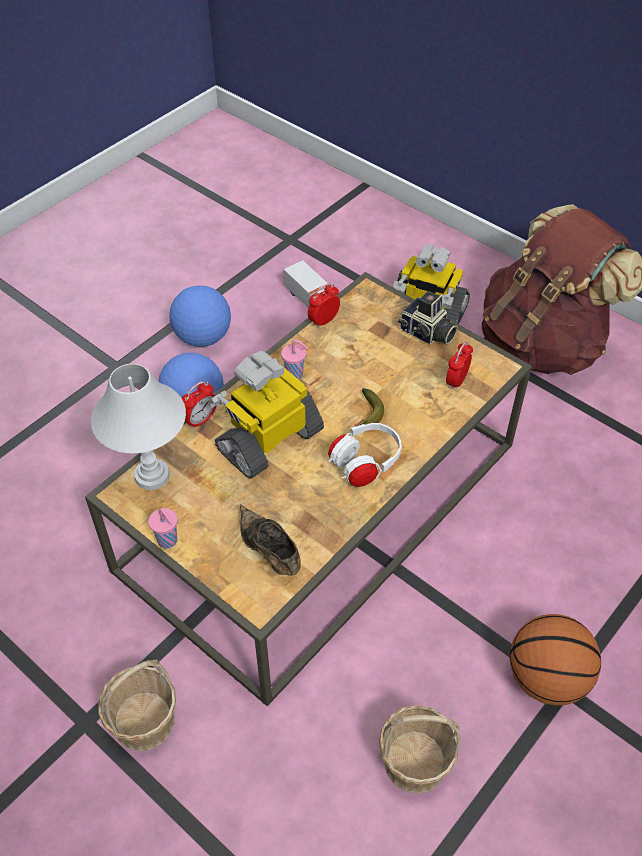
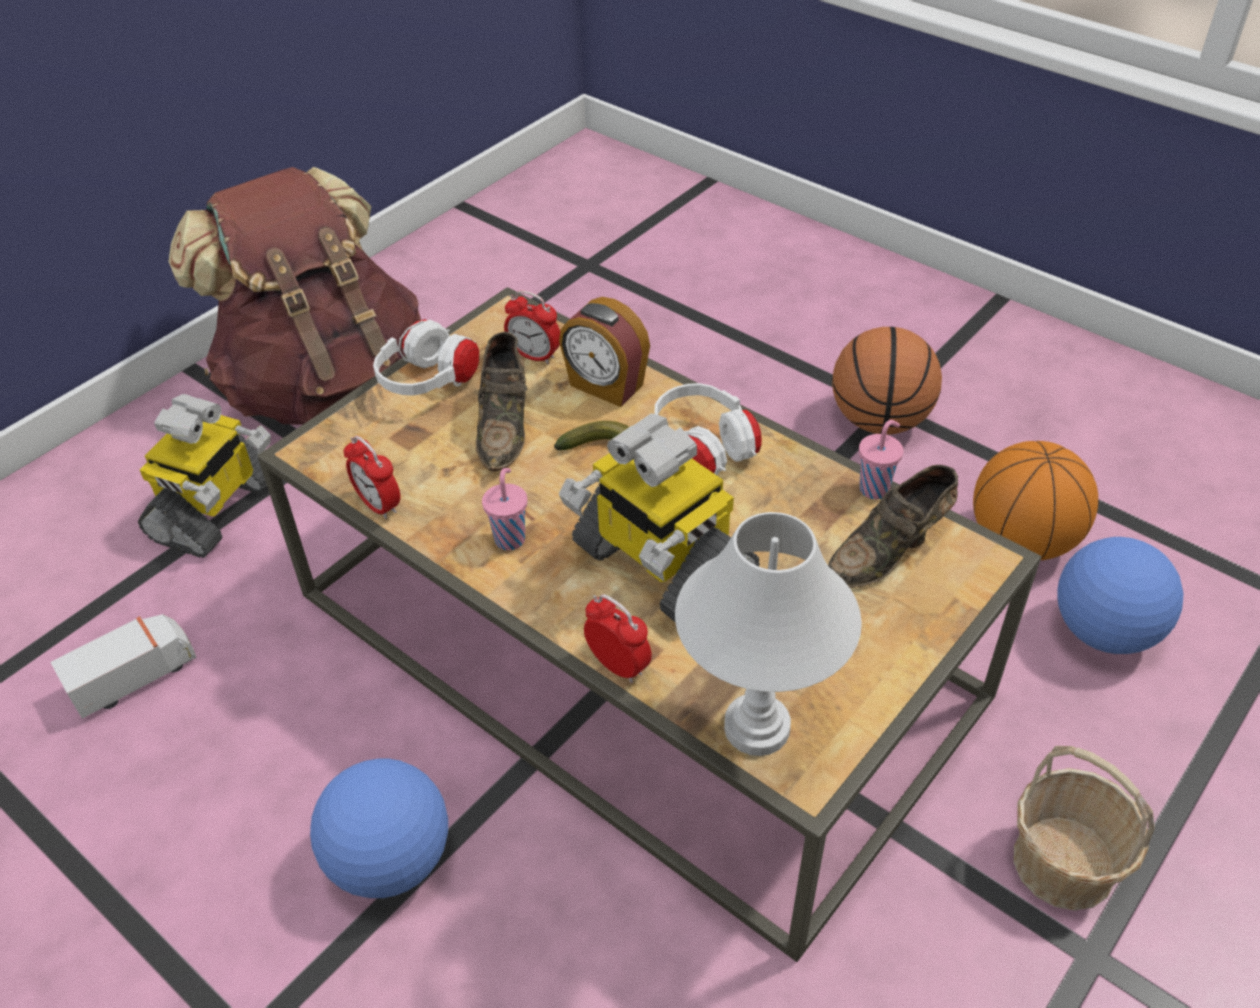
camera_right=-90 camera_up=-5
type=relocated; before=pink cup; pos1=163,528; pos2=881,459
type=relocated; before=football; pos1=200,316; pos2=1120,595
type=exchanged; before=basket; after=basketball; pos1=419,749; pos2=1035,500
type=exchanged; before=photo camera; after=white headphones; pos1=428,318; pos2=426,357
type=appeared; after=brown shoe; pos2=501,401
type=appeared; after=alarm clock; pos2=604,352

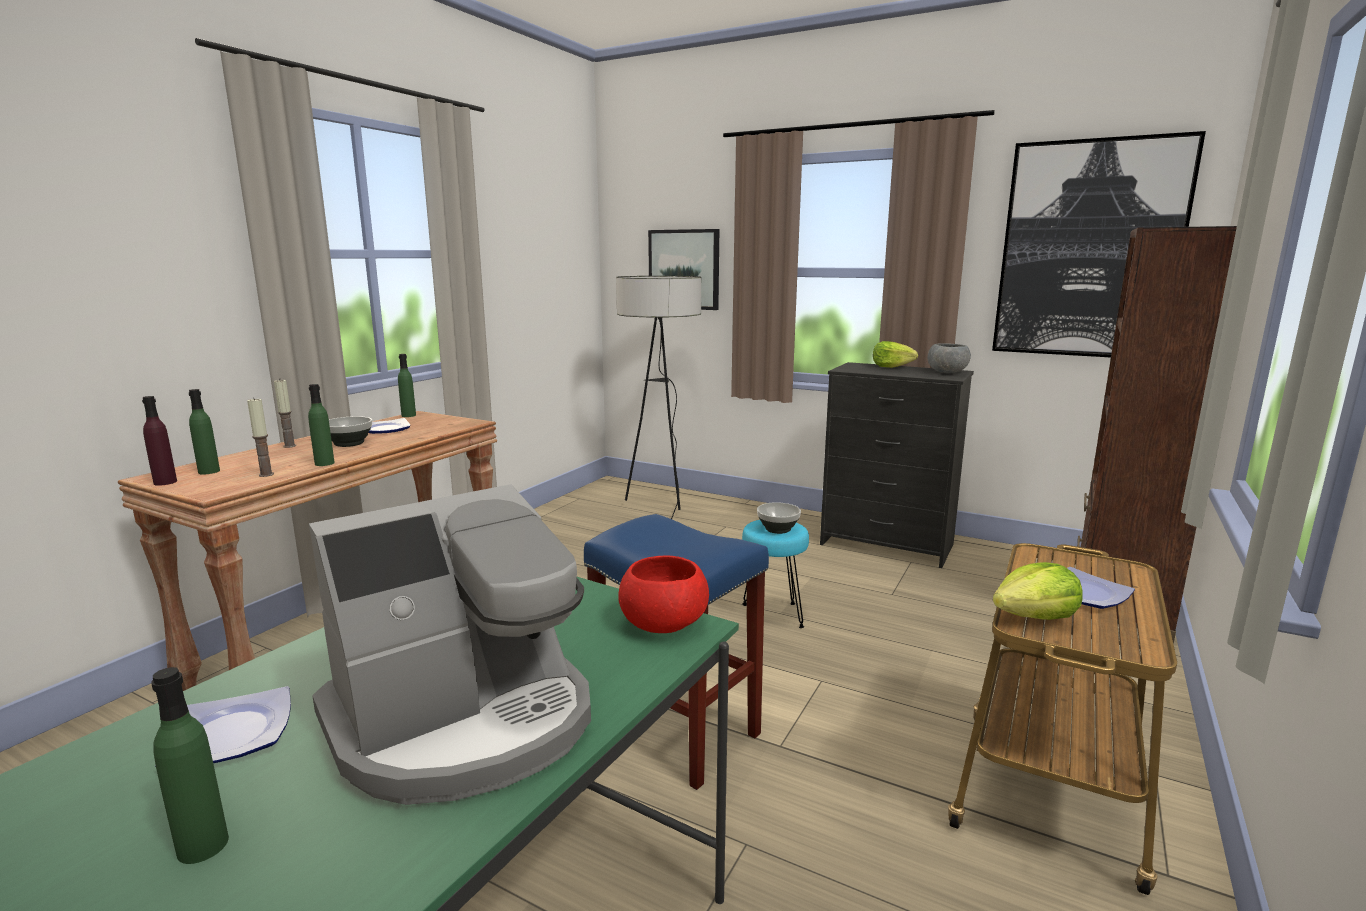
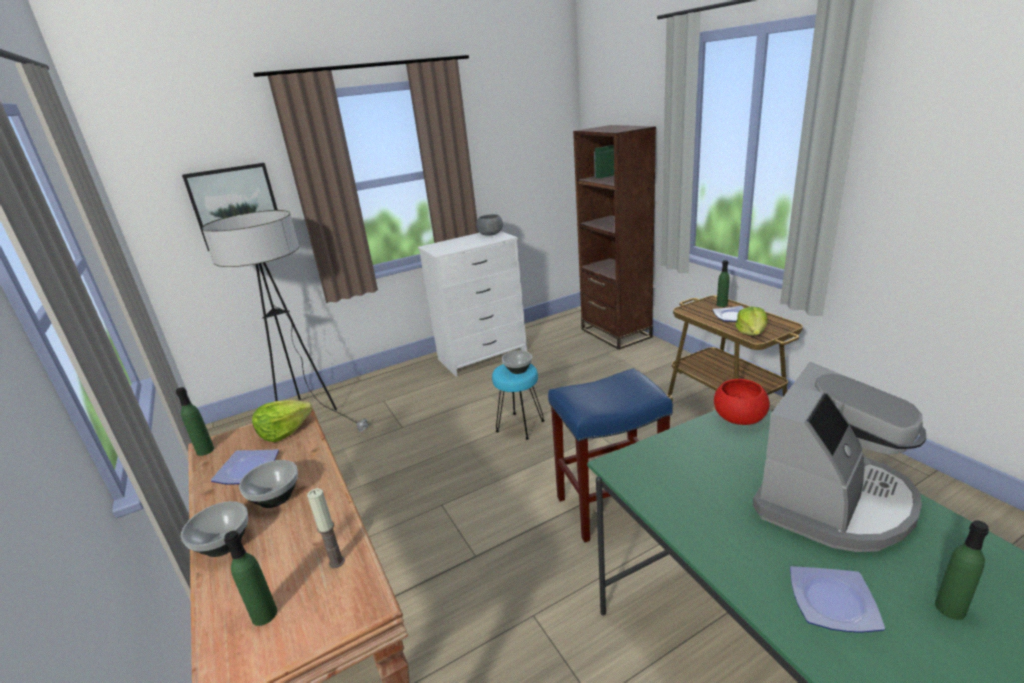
camera_right=-55 camera_up=10
type=missing; before=purple bottle; pos1=159,441
type=exchanged; before=candle; after=bowl; pos1=285,414; pos2=214,529
type=relocated; before=green bottle; pos1=321,425; pos2=723,283
type=spun; before=coffee machine; pos1=450,644; pos2=839,457; turn=45
type=colour; before=black dresser; after=white dresser; pos1=897,465; pos2=472,304
type=relocated; before=lettuce; pos1=895,354; pos2=282,421
type=missing; before=picture; pos1=1099,244

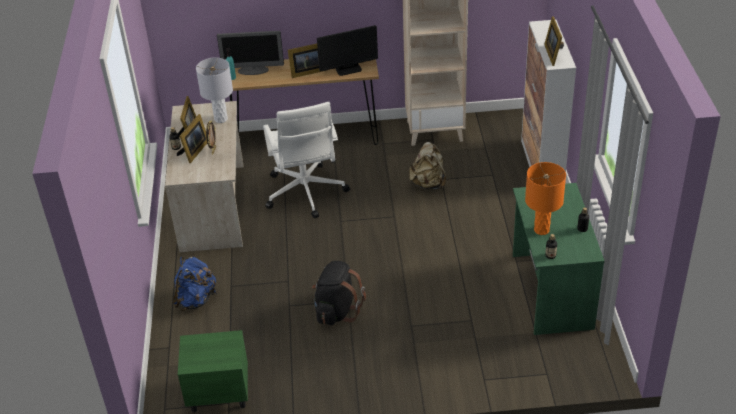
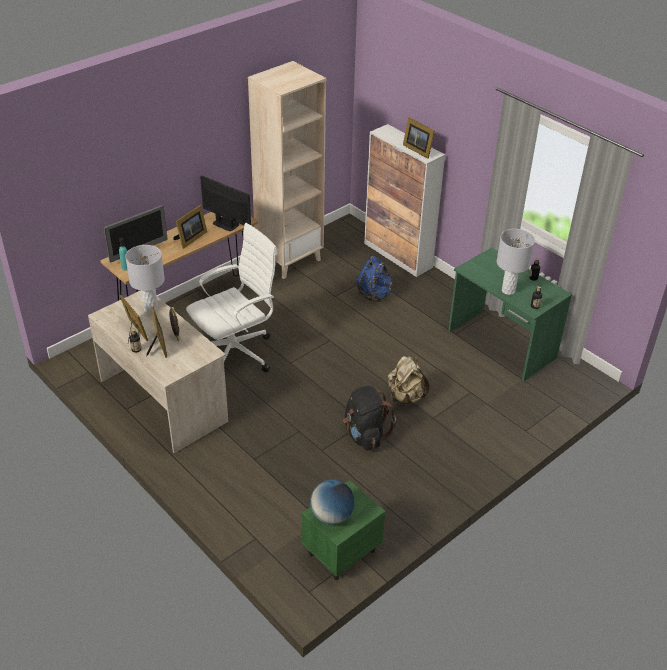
camera_right=-40 camera_up=0
type=relocated; before=blue backpack; pos1=194,284; pos2=373,279
type=spun; before=white office chair; pos1=306,160; pos2=232,297; turn=-75
type=spun; before=monitor; pos1=347,50; pos2=225,203; turn=-90
type=relocated; before=beige backpack; pos1=427,165; pos2=408,380
type=colour; before=orange table lamp; after=grey table lamp; pos1=545,198; pos2=516,262
type=appeared; after=globe; pos2=332,502

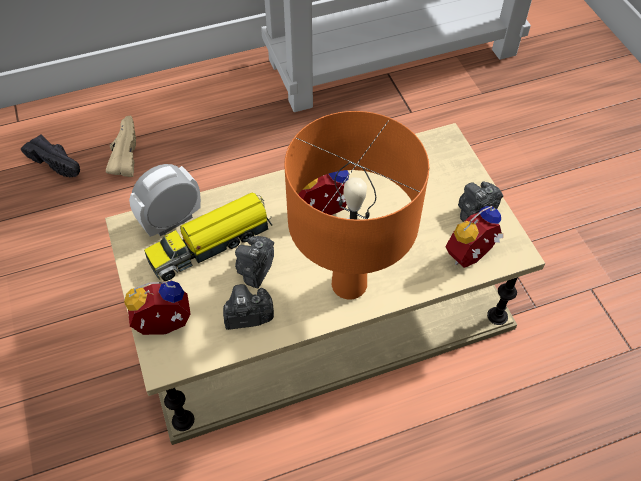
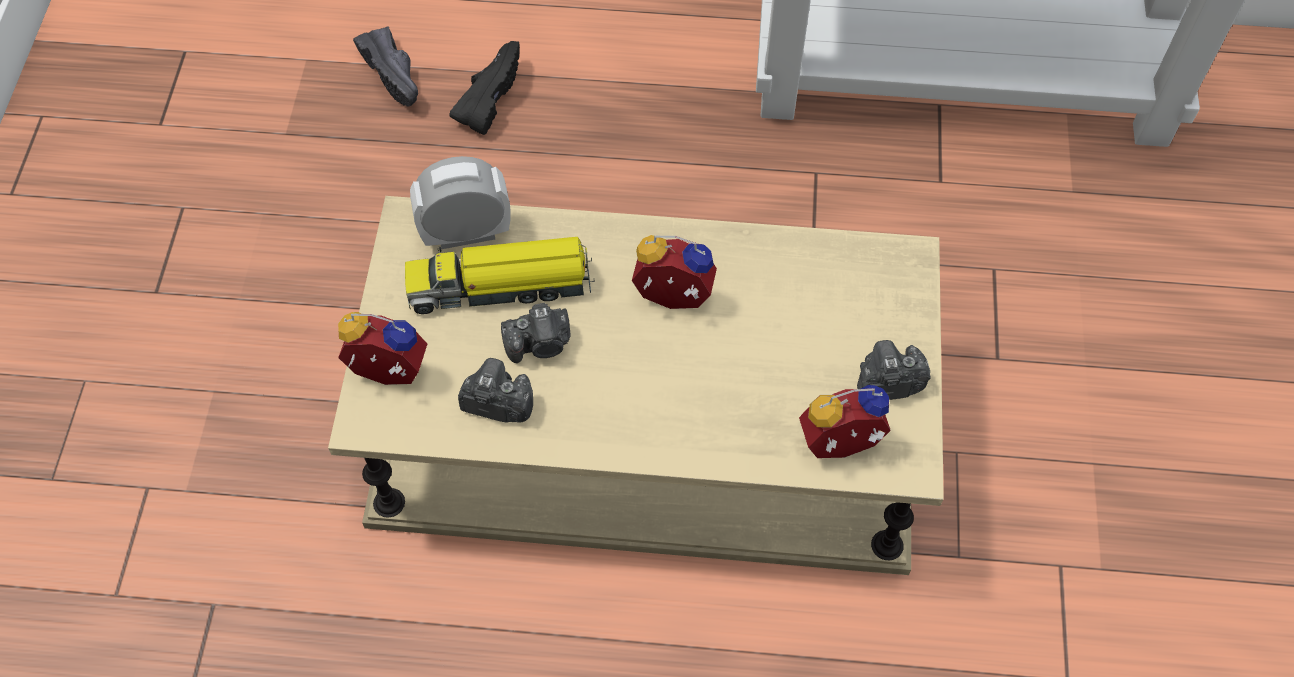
camera_right=25 camera_up=5
type=colour; before=beige shoe; after=black shoe; pos1=121,146; pos2=484,88
type=spun; before=photo camera; pos1=254,262; pos2=536,333; turn=-150
type=missing; before=orange table lamp; pos1=356,205

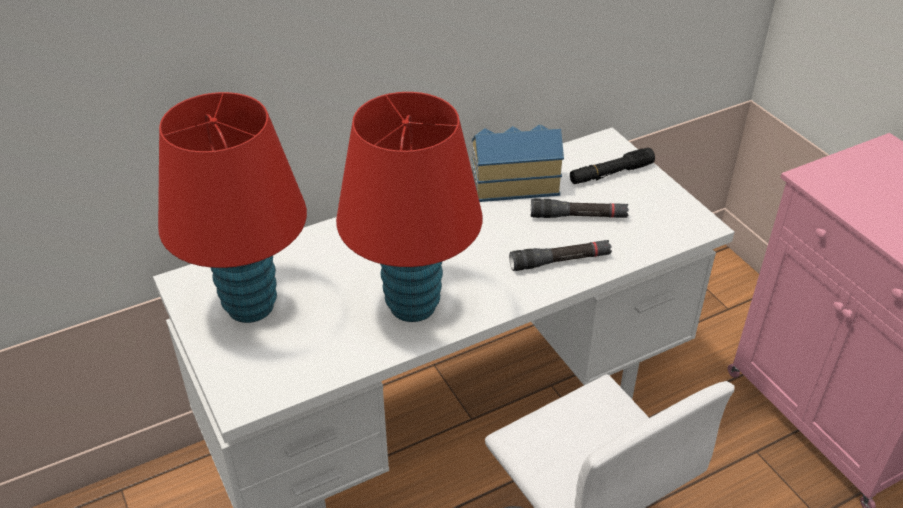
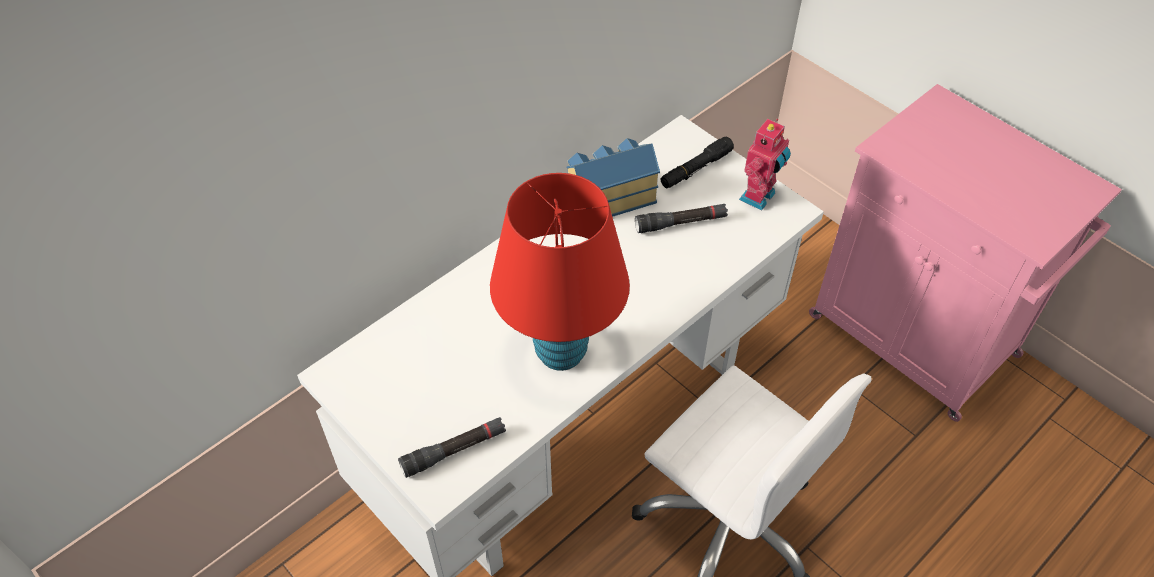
camera_right=-15 camera_up=10
type=missing; before=red table lamp; pos1=232,207
type=relocated; before=black flashlight; pos1=560,255; pos2=452,447
type=appeared; after=toy robot; pos2=765,165

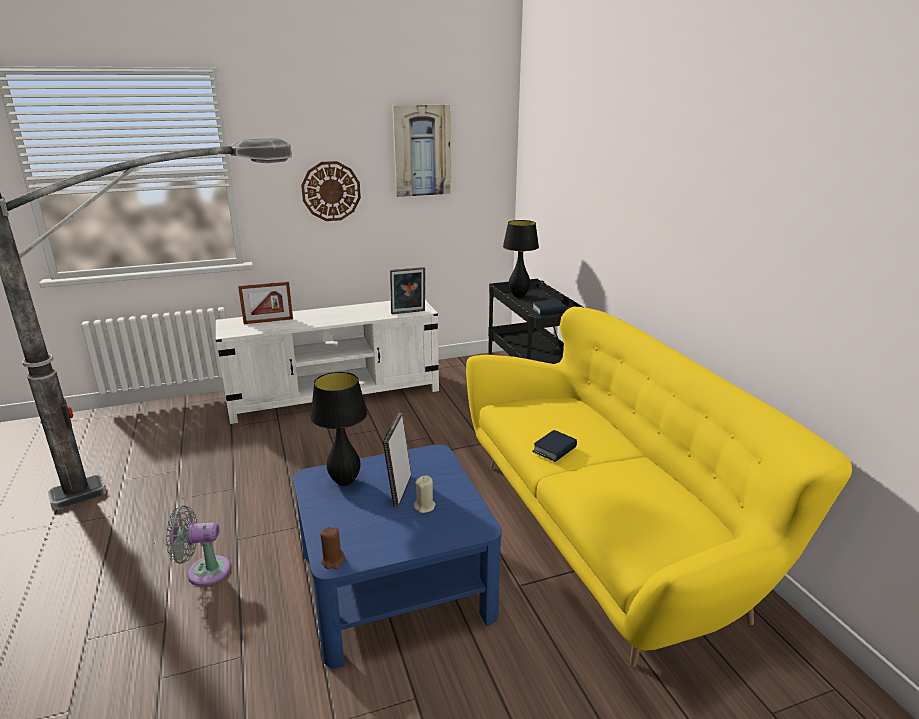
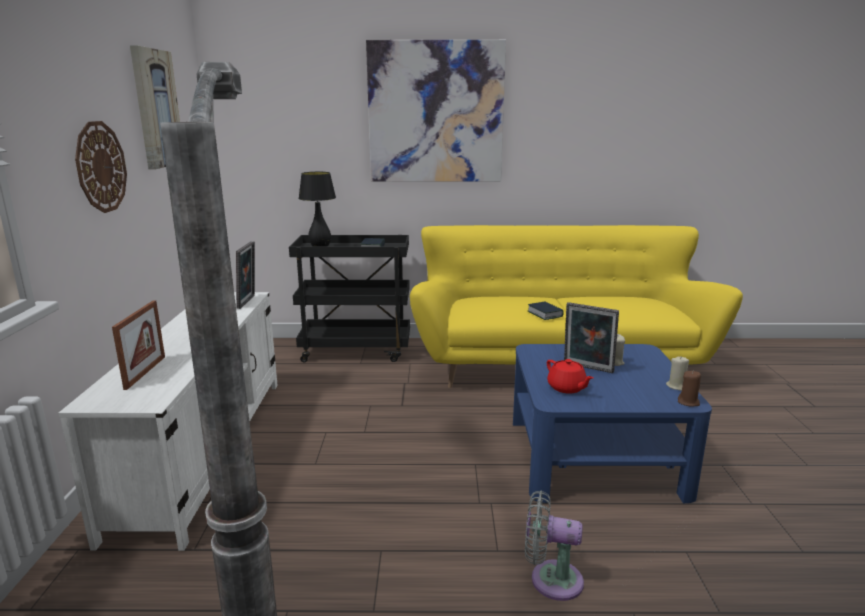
camera_right=-70 camera_up=-5
type=spun; before=grey fan; pos1=198,545; pos2=554,546; turn=90
type=exchanged; before=black table lamp; after=red teapot; pos1=339,429; pos2=570,376
type=appeared; after=picture; pos2=436,111
type=appeared; after=beige candle; pos2=677,373

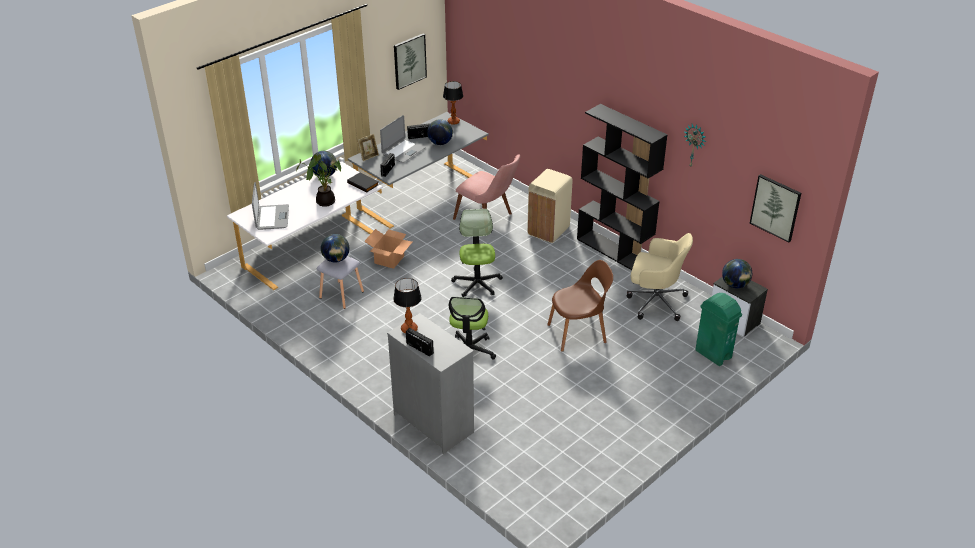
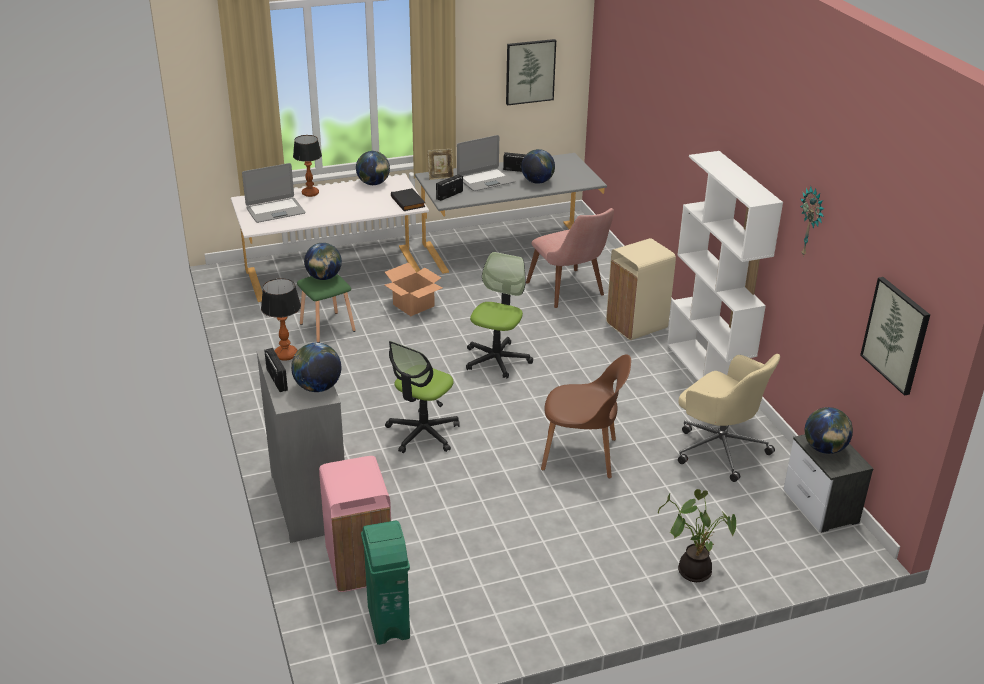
camera_right=25 camera_up=-5
type=spun; before=laptop; pos1=270,206; pos2=273,193; turn=45
type=relocated; before=potted plant; pos1=318,180; pos2=697,535
type=colour; before=grey stool; after=green stool; pos1=340,282; pos2=326,308
type=relocated; before=table lamp; pos1=453,103; pos2=307,166
type=colour; before=black bookcase; after=white bookcase; pos1=622,187; pos2=725,266
type=relocated; before=green trash can; pos1=718,329; pos2=385,583
type=appeared; after=globe; pos2=316,367
type=appeared; after=pink trash can; pos2=355,524

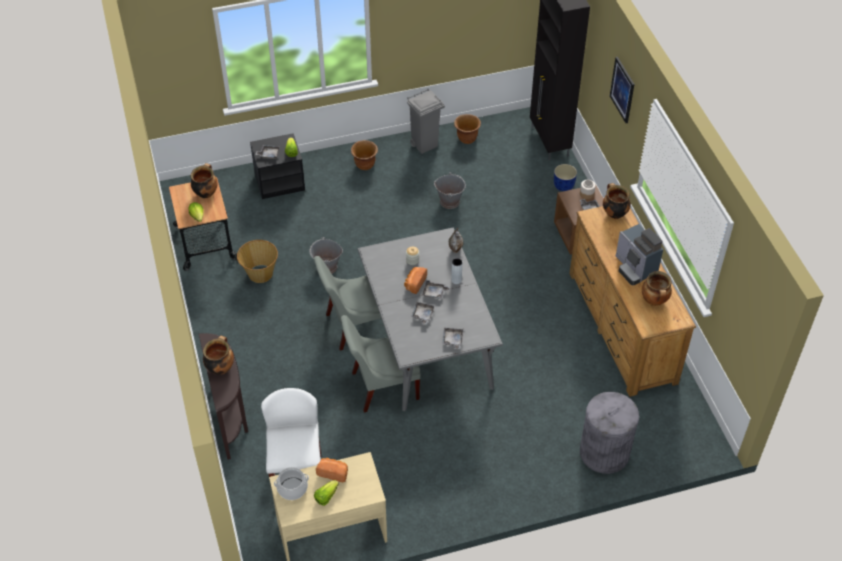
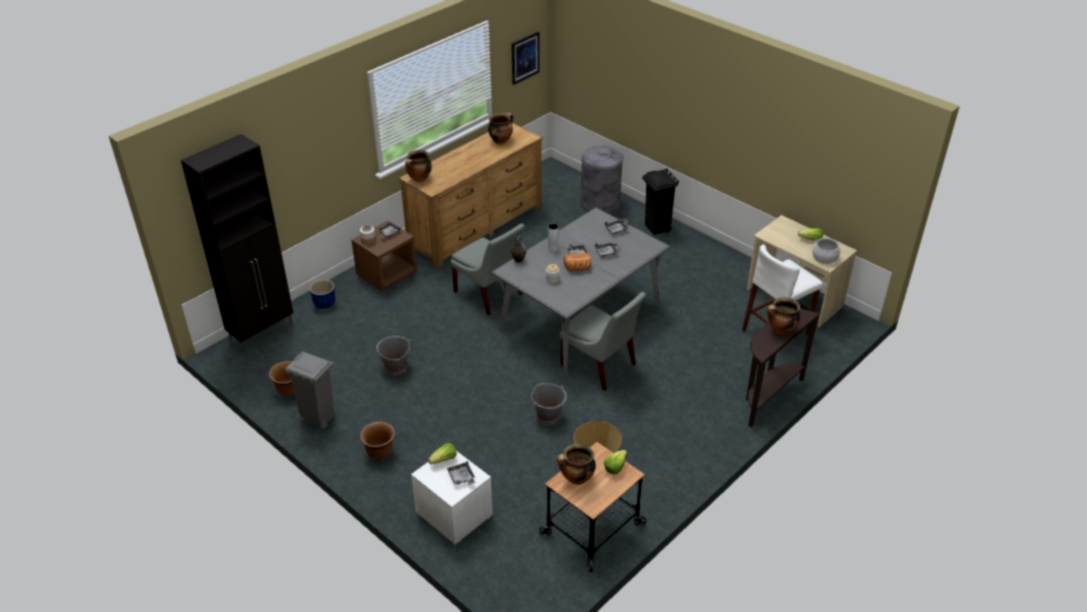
camera_right=-120 camera_up=-10
type=colour; before=black nightstand; after=white nightstand; pos1=277,166; pos2=452,497
type=missing; before=bread; pos1=332,470
type=relocated; before=grey chair; pos1=381,363; pos2=488,269
type=relocated; before=picture; pos1=622,90; pos2=525,58
type=missing; before=coffee machine; pos1=639,254
type=appeared; after=black trash can; pos2=660,201

